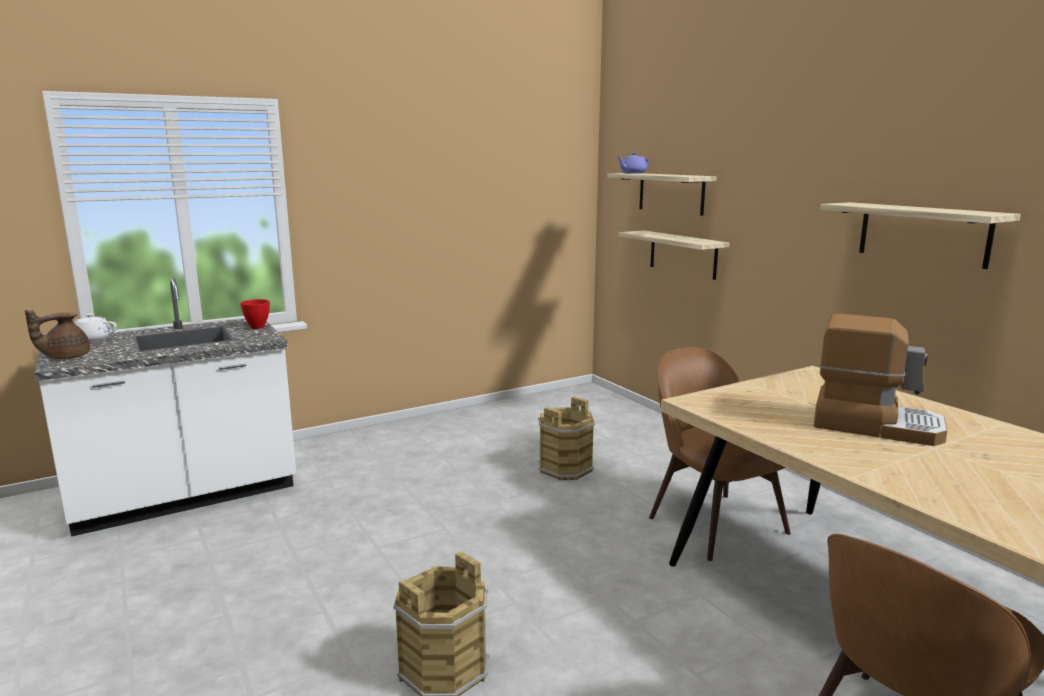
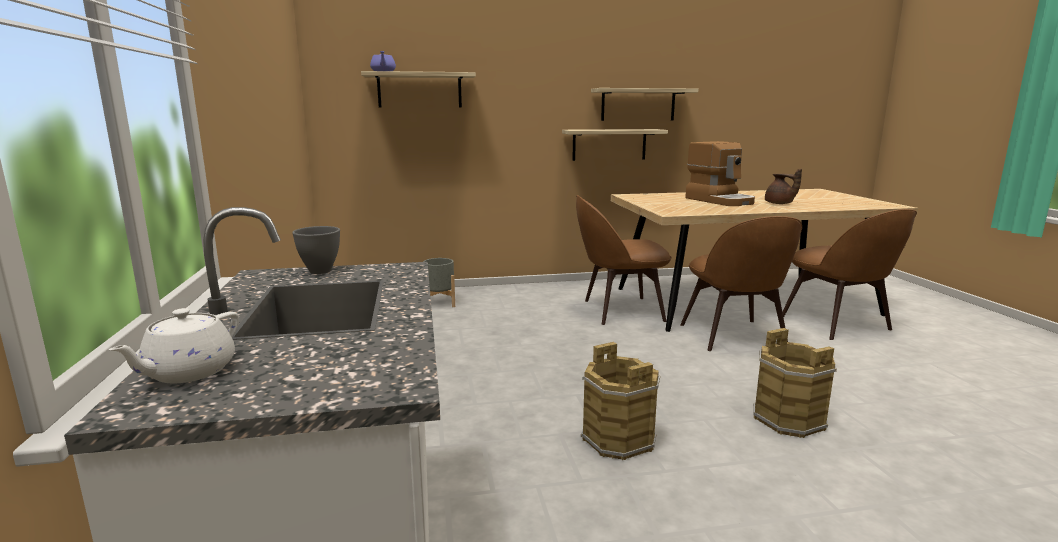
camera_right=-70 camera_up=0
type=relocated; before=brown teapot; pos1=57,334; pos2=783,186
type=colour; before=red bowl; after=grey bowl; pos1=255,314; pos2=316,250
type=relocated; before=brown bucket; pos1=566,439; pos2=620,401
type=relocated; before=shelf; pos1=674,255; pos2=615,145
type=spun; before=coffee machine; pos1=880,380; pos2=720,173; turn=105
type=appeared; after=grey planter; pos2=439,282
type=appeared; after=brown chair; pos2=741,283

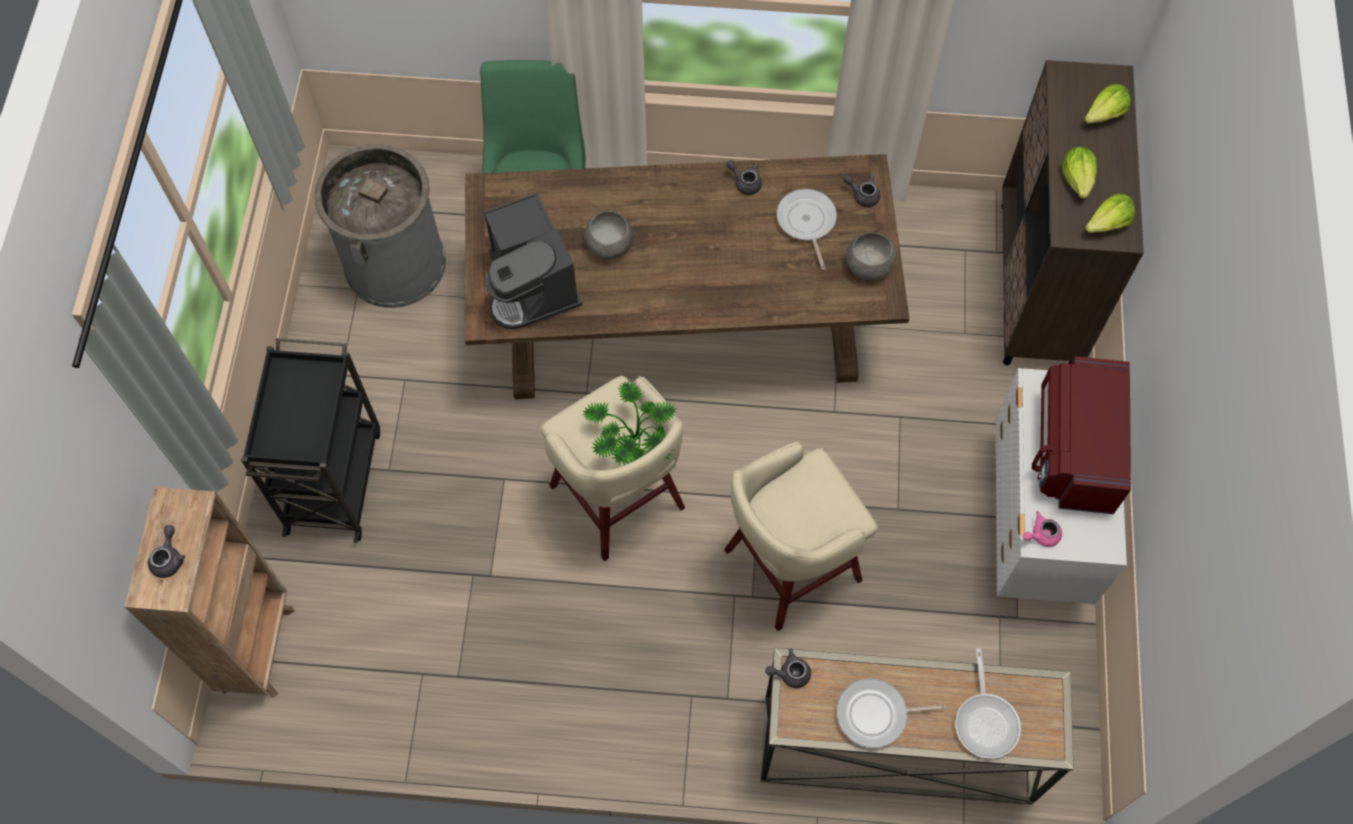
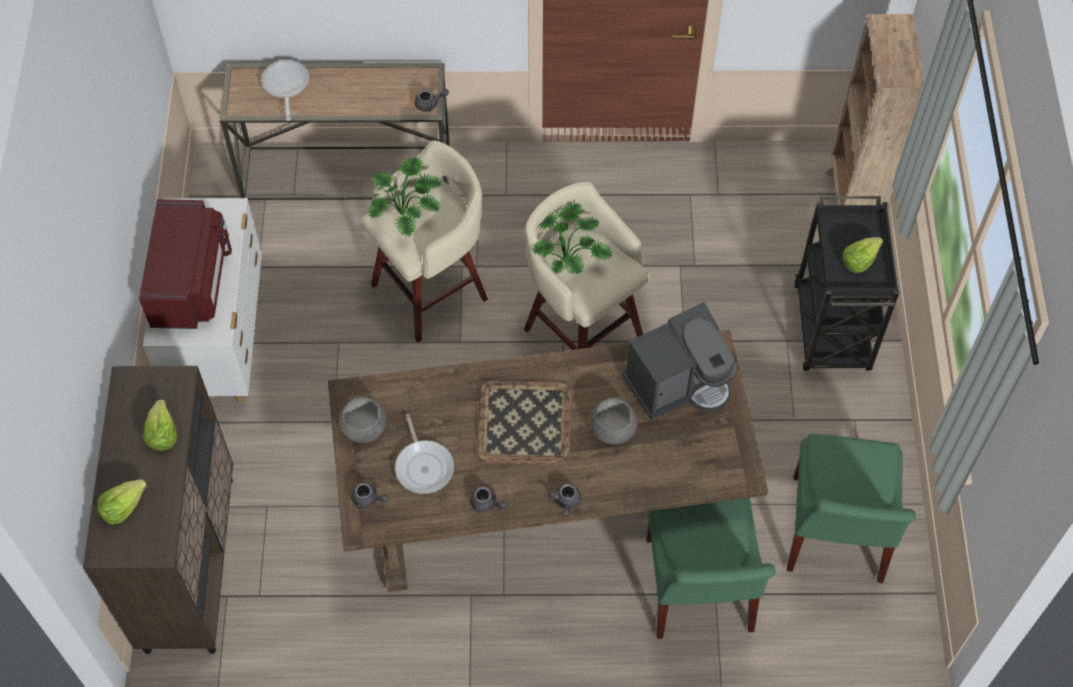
camera_right=175 camera_up=-5
type=relocated; before=grey teapot; pos1=166,551; pos2=565,500
type=exchanged; before=grey trash can; after=green chair; pos1=380,226; pos2=851,508
type=spun; before=coffee machine; pos1=533,260; pos2=678,361; turn=90
type=missing; before=frying pan; pos1=891,713
type=missing; before=pink teapot; pos1=1042,529
type=relocated; before=lettuce; pos1=1110,213; pos2=863,255
type=appeared; after=potted plant; pos2=404,196
type=appeared; after=tray; pos2=524,423

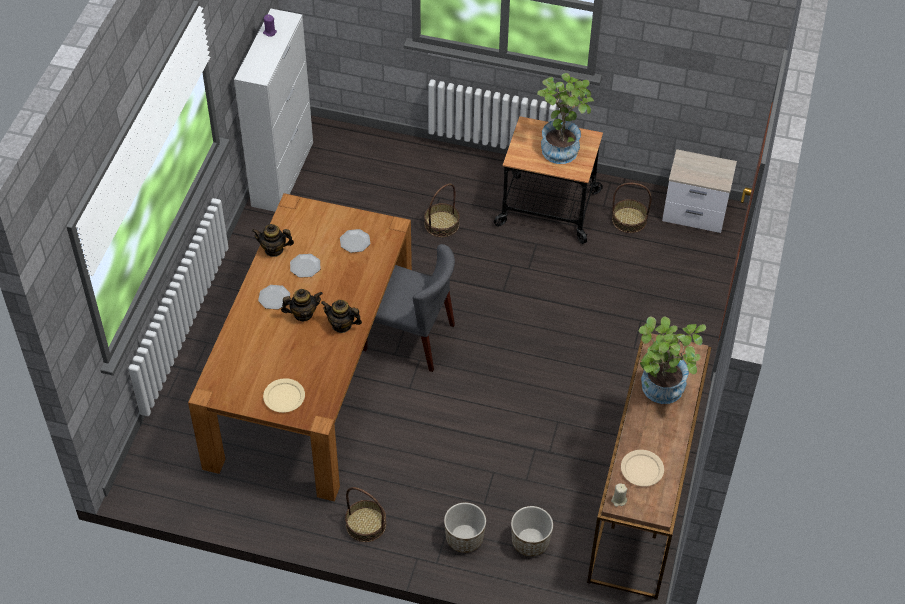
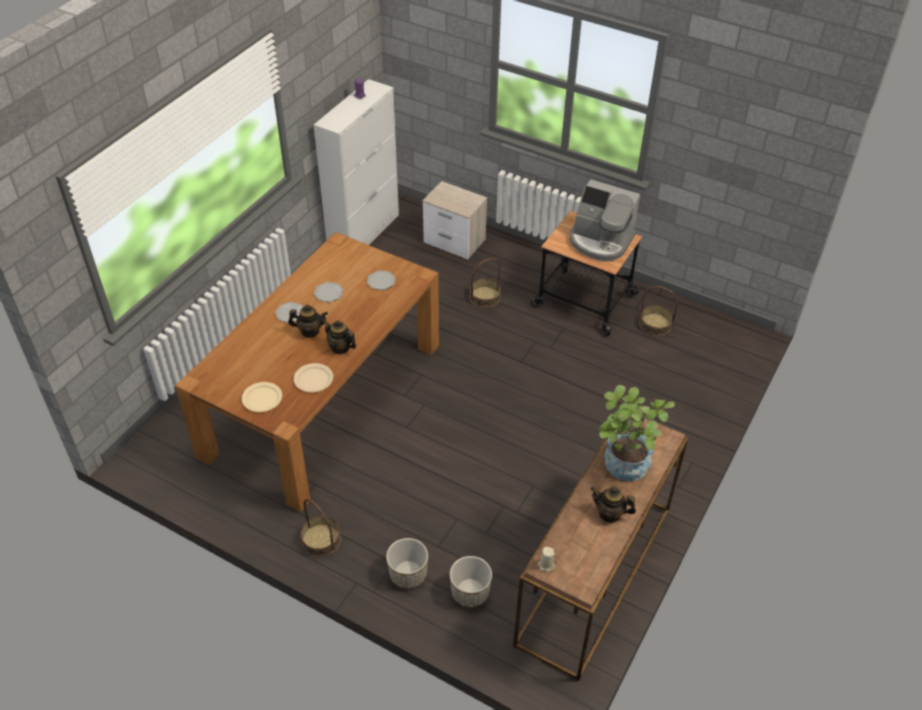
camera_right=15 camera_up=-5
type=relocated; before=teapot; pos1=273,240; pos2=613,504
type=missing; before=grey chair; pos1=409,308
type=exchanged; before=potted plant; after=coffee machine; pos1=565,118; pos2=605,220
type=relocated; before=beige plate; pos1=642,468; pos2=313,377
type=relocated; before=nightstand; pos1=699,191; pos2=454,220

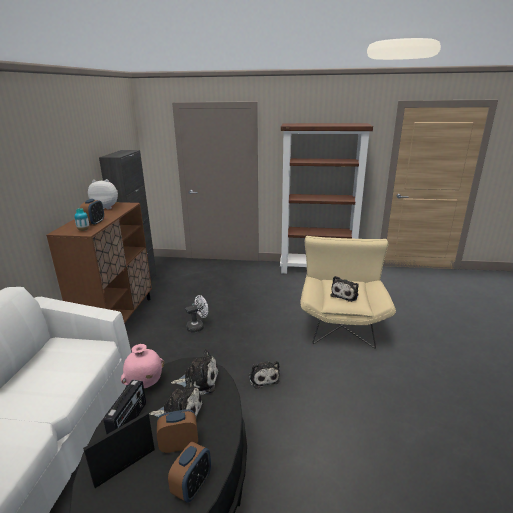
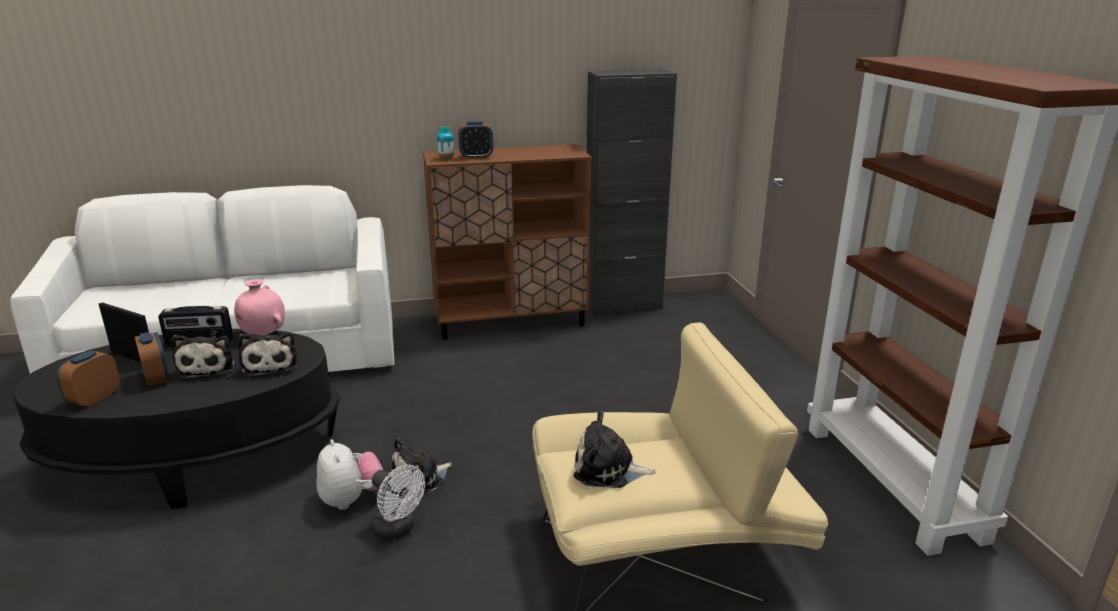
camera_right=70 camera_up=0
type=relocated; before=plush toy; pos1=103,194; pos2=349,474
type=spun; before=alarm clock; pos1=189,472; pos2=88,378; turn=105
type=relocated; before=white fan; pos1=197,314; pos2=398,503

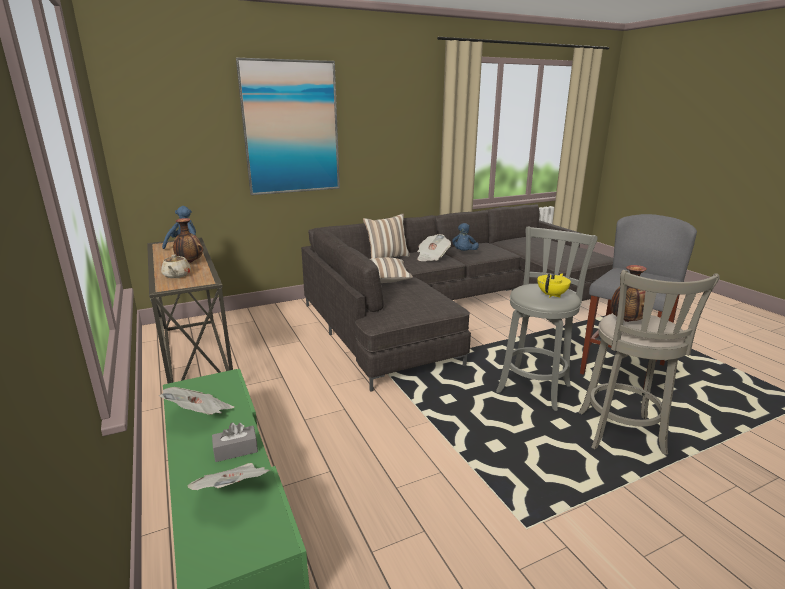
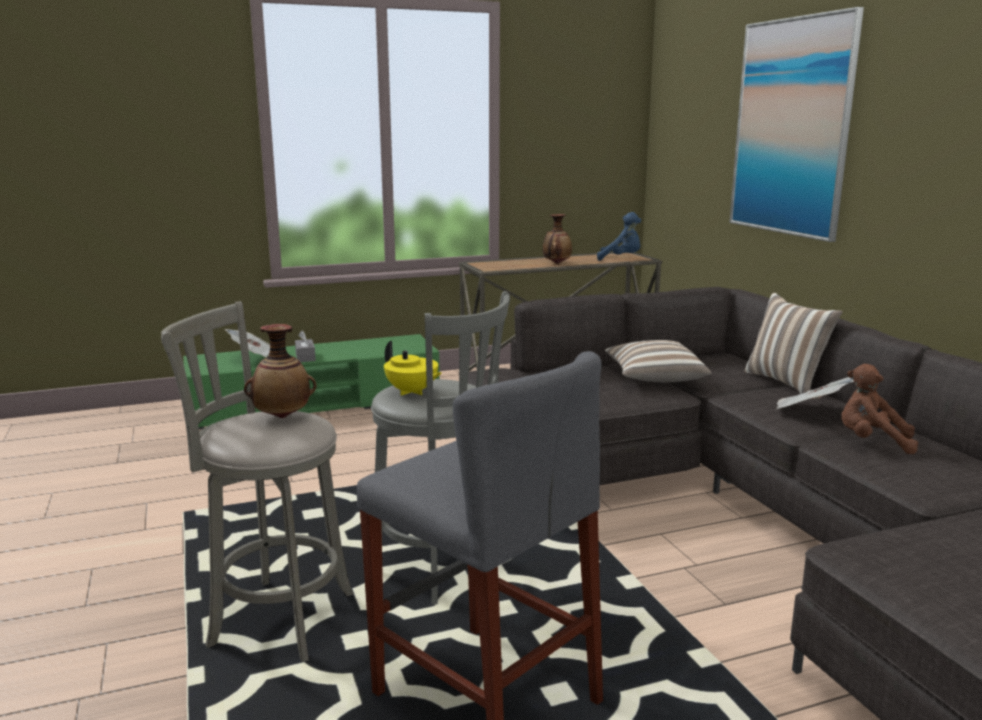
camera_right=95 camera_up=-5
type=missing; before=newspaper; pos1=196,401
type=missing; before=beige teapot; pos1=176,266
type=colour; before=blue plush toy; after=brown plush toy; pos1=465,237; pos2=879,409

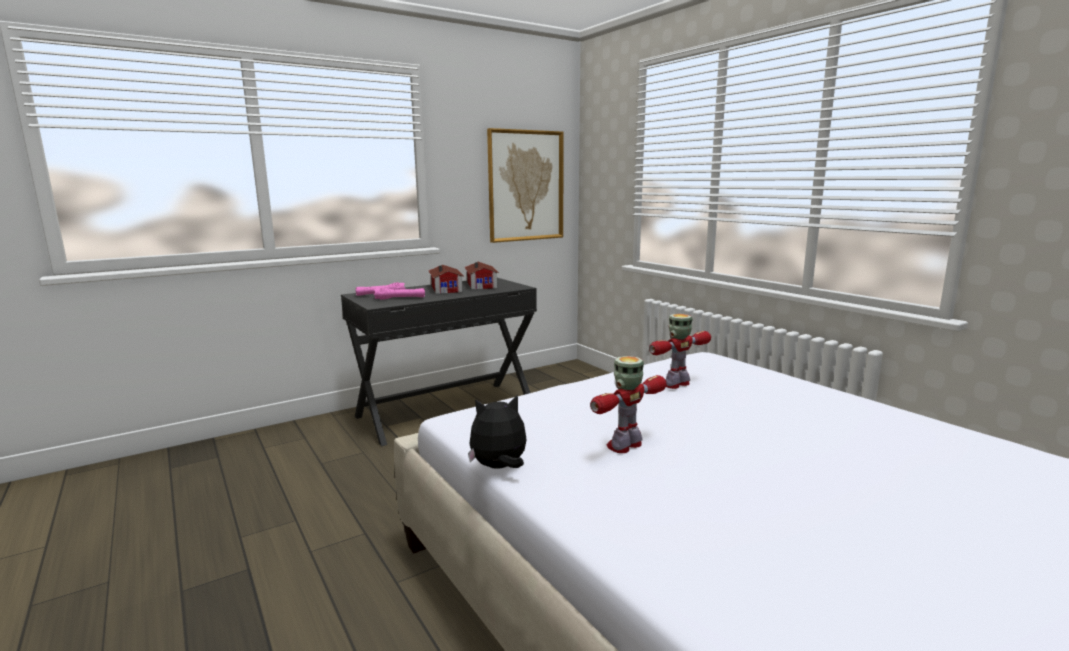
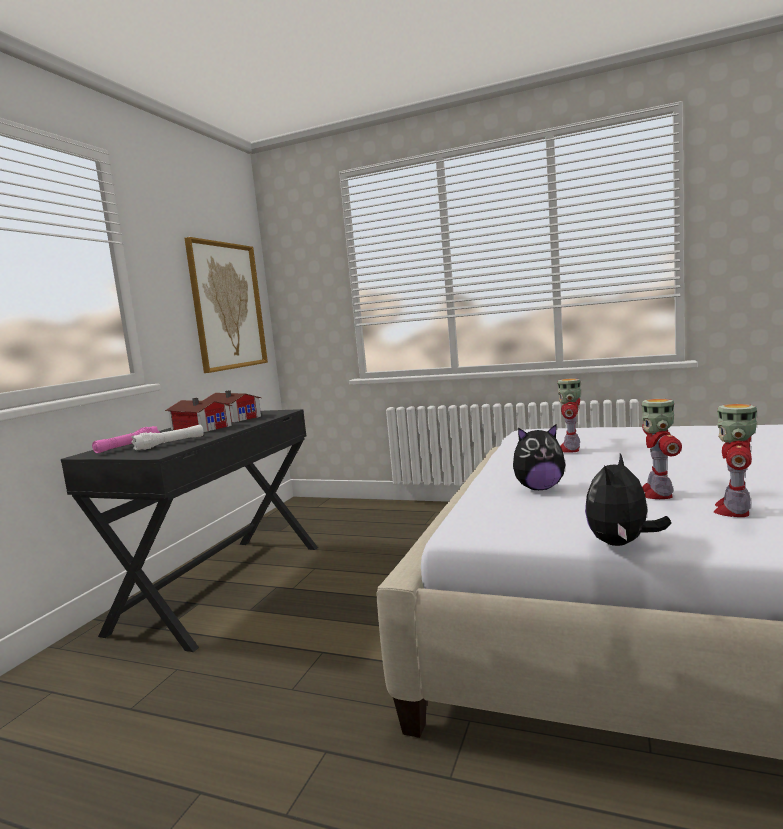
camera_right=-35 camera_up=-5
type=colour; before=pink flashlight; after=white flashlight; pos1=399,293; pos2=168,437
type=appeared; after=plush toy; pos2=539,457
type=appeared; after=toy robot; pos2=735,460

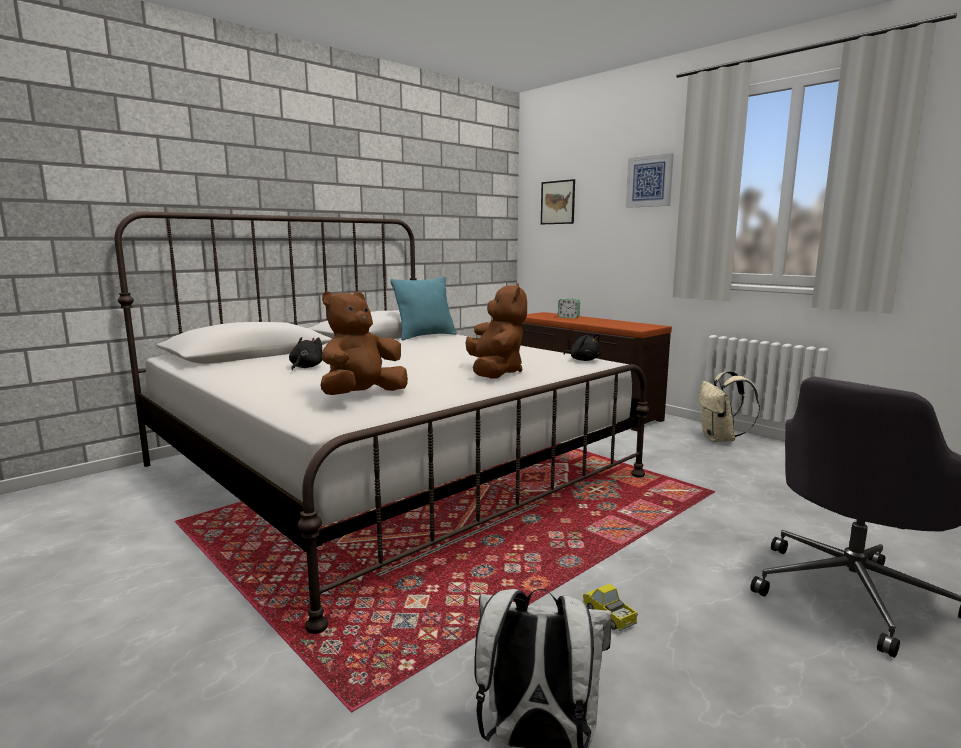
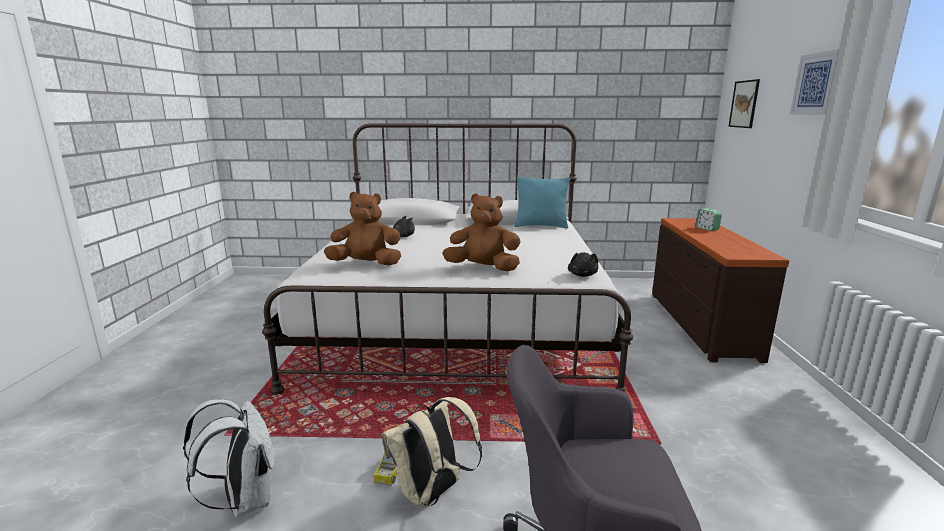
camera_right=45 camera_up=5
type=spun; before=brown plush toy; pos1=496,331; pos2=481,232; turn=-120
type=relocated; before=beige backpack; pos1=729,406; pos2=432,452

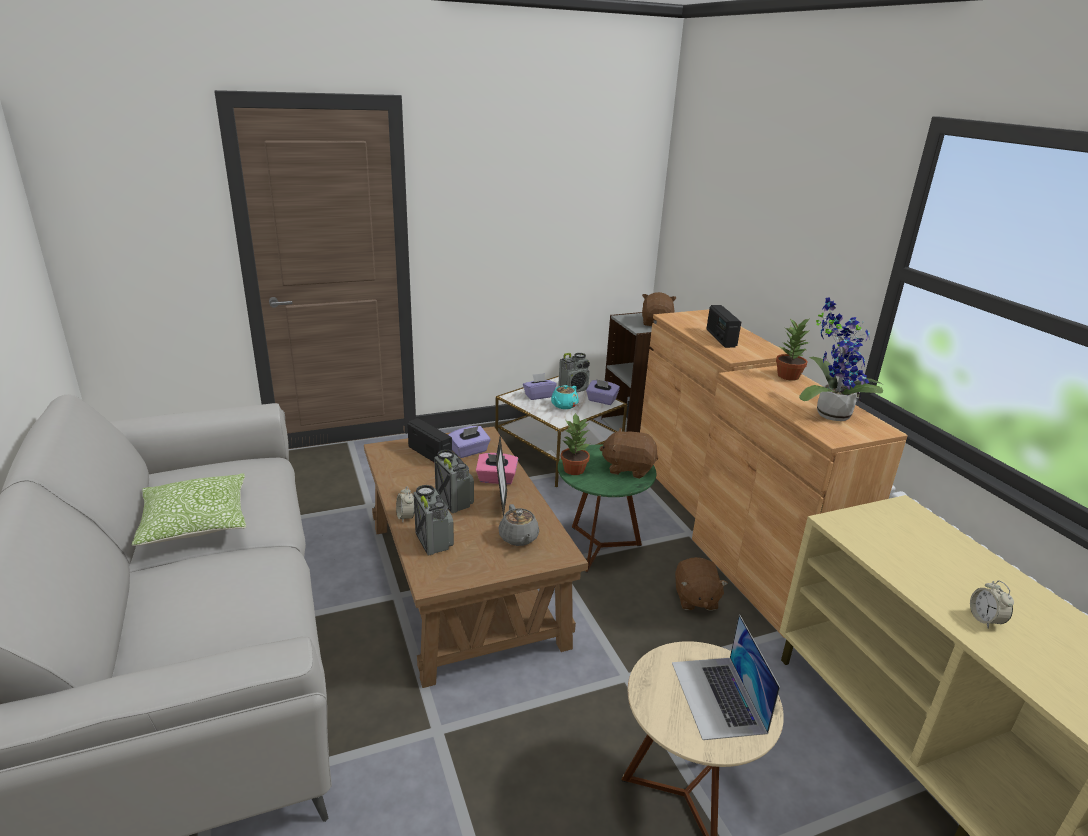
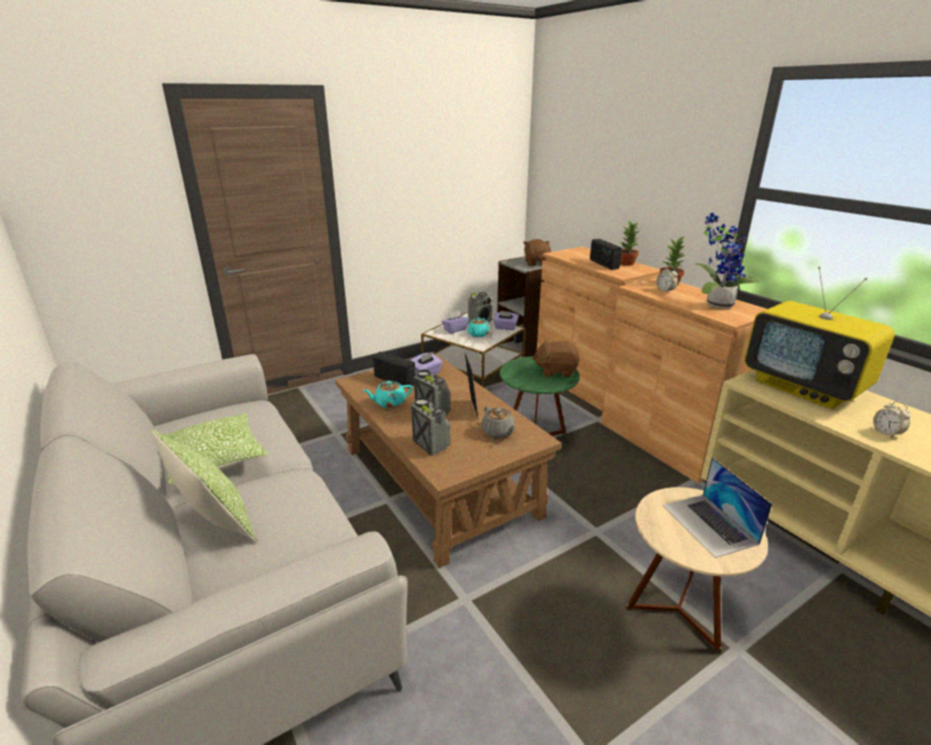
camera_right=-10 camera_up=0
type=relocated; before=alarm clock; pos1=405,504; pos2=667,279
type=missing; before=pink tissue box; pos1=497,469
type=relocated; before=potted plant; pos1=575,444; pos2=630,243
type=missing; before=brown plush toy; pos1=701,583
type=appeared; after=pillow; pos2=205,486
type=appeared; after=turquoise teapot; pos2=388,394
type=appeared; after=television; pos2=820,337

